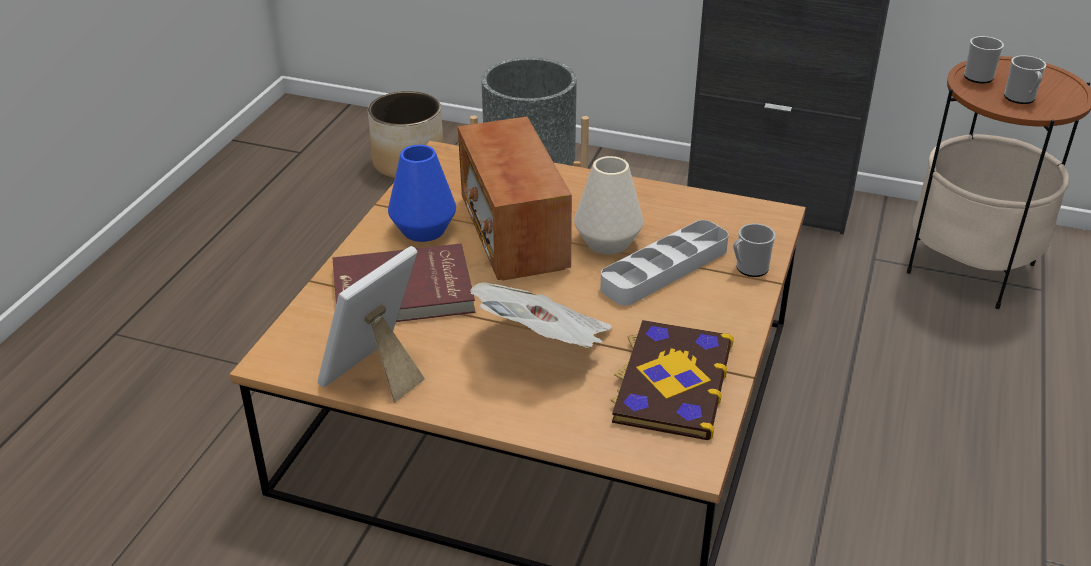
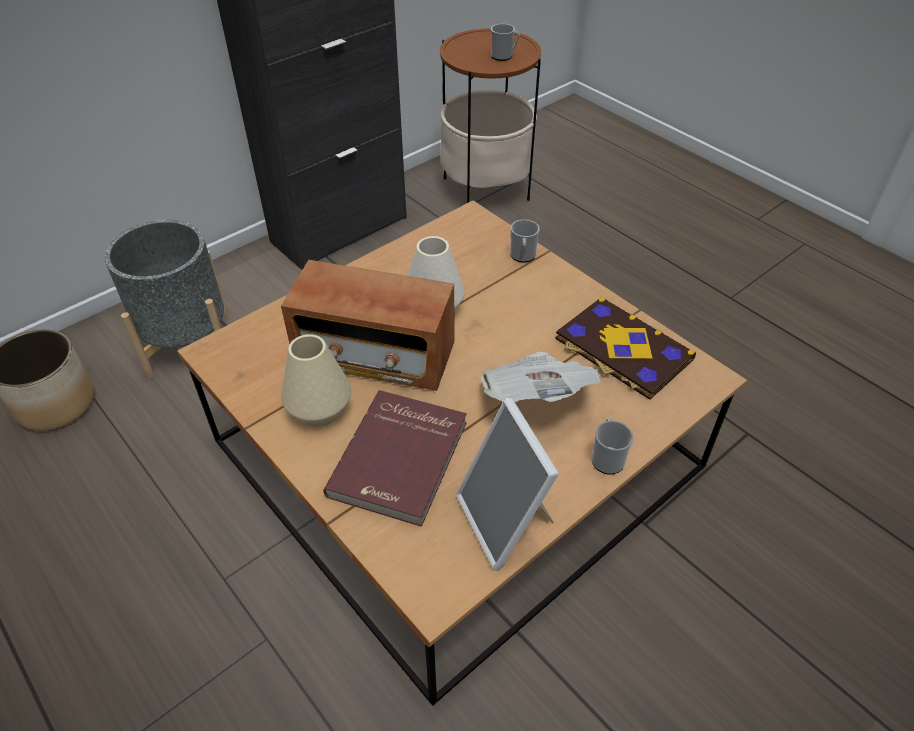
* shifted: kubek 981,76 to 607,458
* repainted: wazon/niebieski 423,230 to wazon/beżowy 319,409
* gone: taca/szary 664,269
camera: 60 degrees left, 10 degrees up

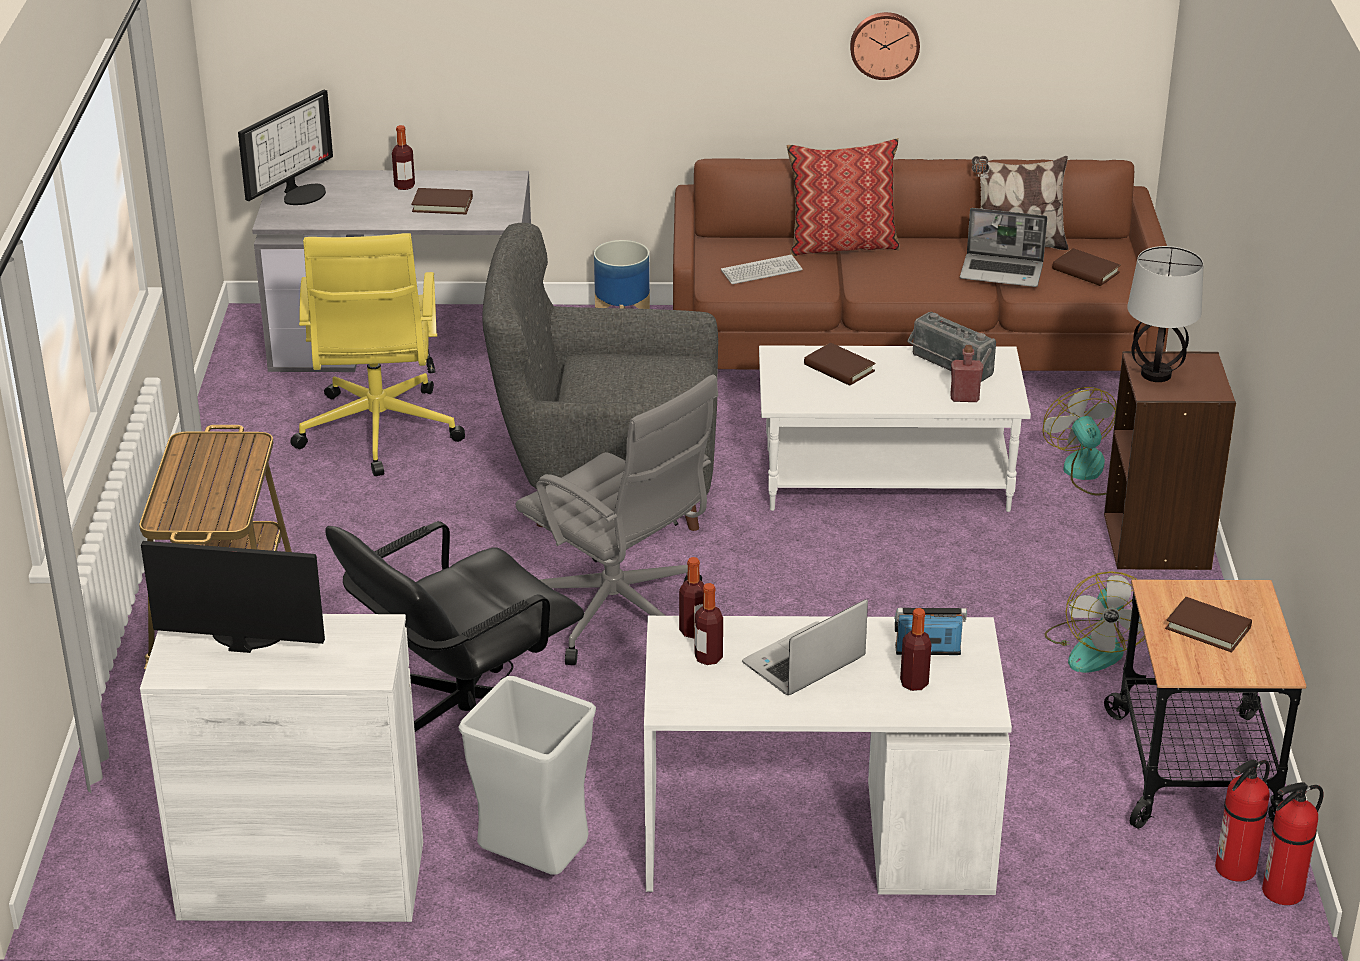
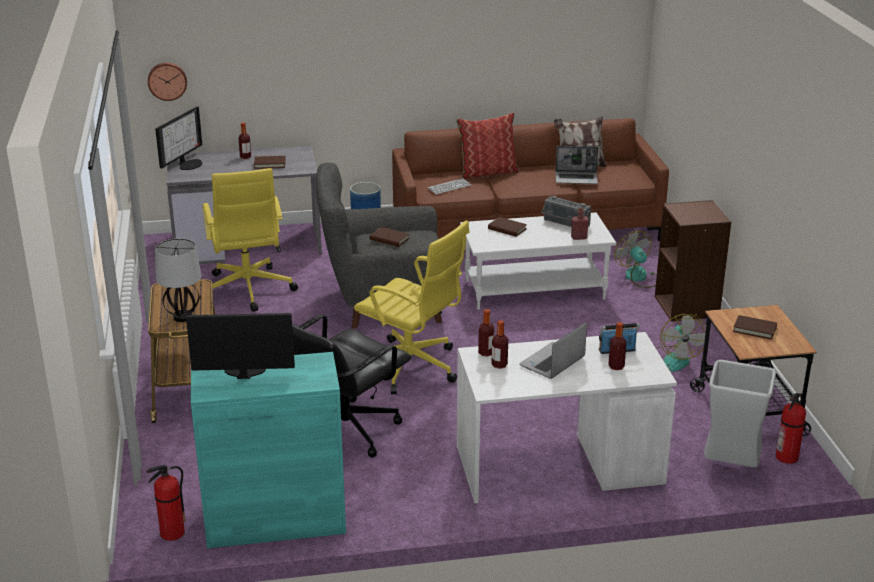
* shifted: zegar ścienny 884,44 to 167,81
* shifted: lampa stołowa 1157,374 to 183,317
* shifted: książka/brązowy 1085,271 to 389,239
* repainted: krzesło biurowe/szary 618,615 to krzesło biurowe/żółty 412,367
* repainted: szafka/biały 302,880 to szafka/turkusowy 275,519
* shifted: kosz na śmieci/szary 535,866 to 731,467
* shifted: gaśnica 1282,892 to 171,533
camera: 10 degrees left, 5 degrees down

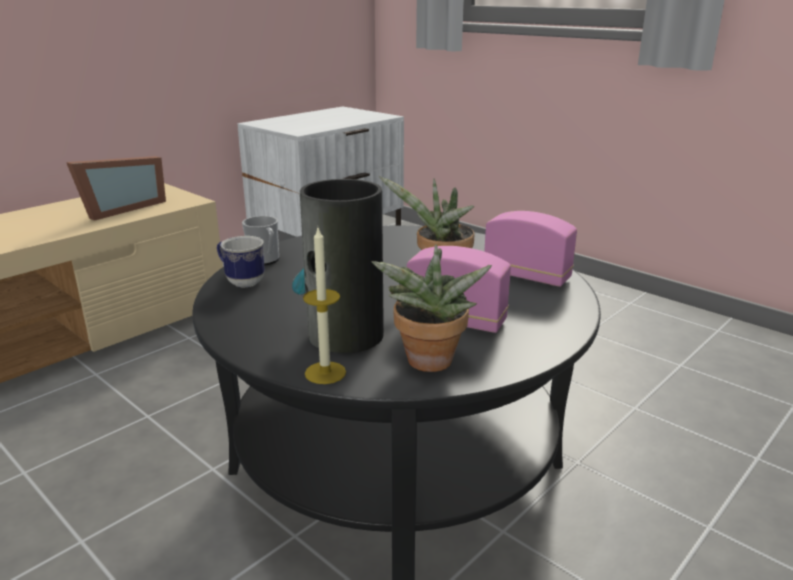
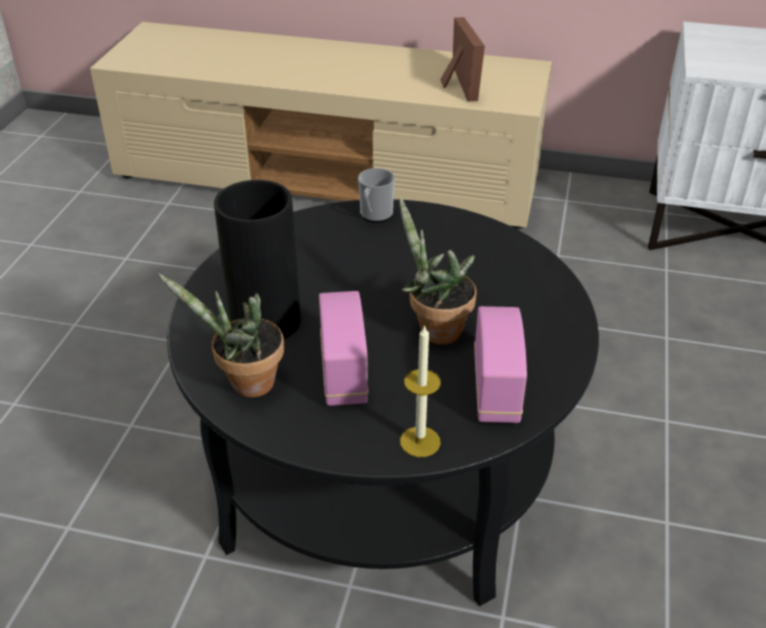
* rotated: ramka na zdjęcie 120,209 = 456,84 105 degrees counterclockwise
* shifted: świeca 325,373 to 420,441
* gone: kubek 241,281
camera: 60 degrees right, 15 degrees up

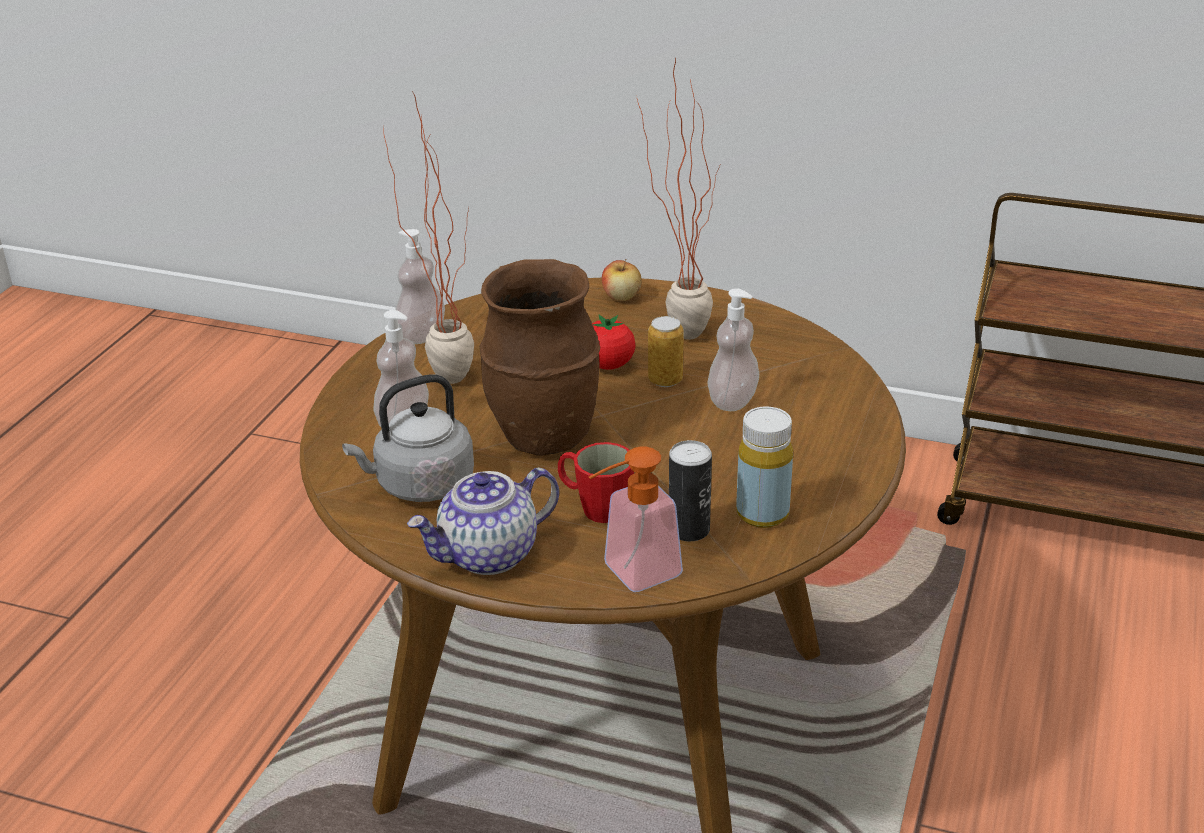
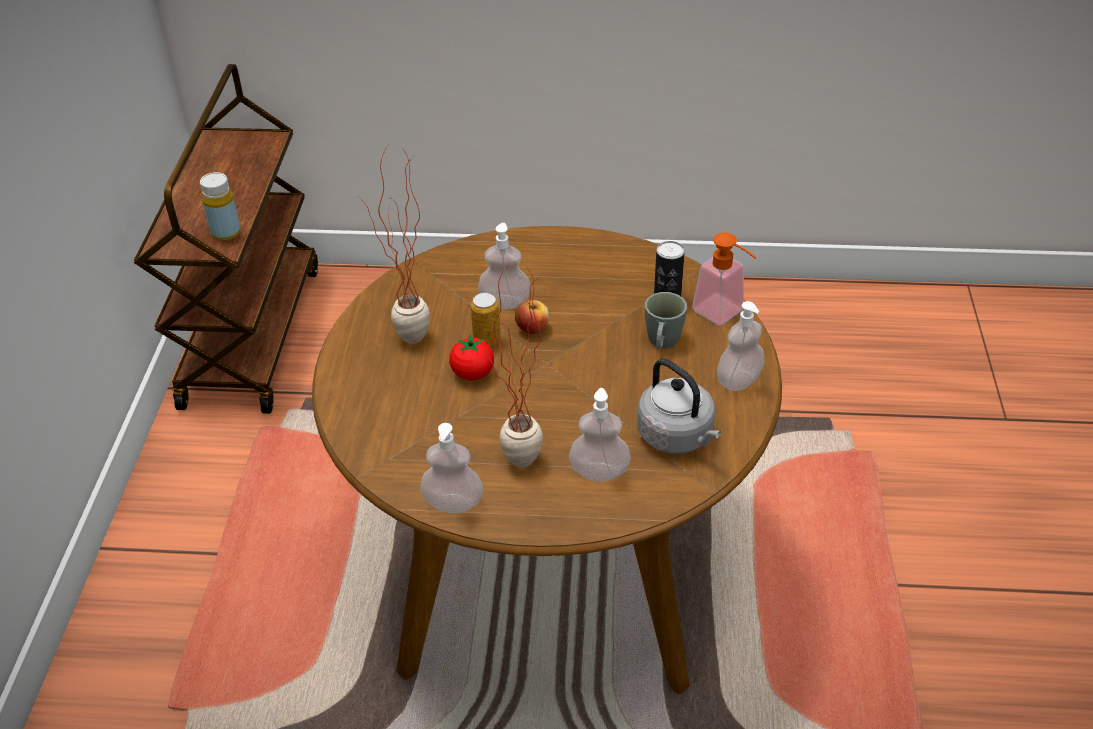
* gone: wazon/brązowy 544,437
* shifted: jabłko 621,297 to 532,328
* shifted: butelka/żółty 762,514 to 226,233
* repainted: kubek/czerwony 595,507 to kubek/szary 662,343
* swapped: imbryk 488,555 to dozownik mydła 738,380
camera: 105 degrees left, 10 degrees up

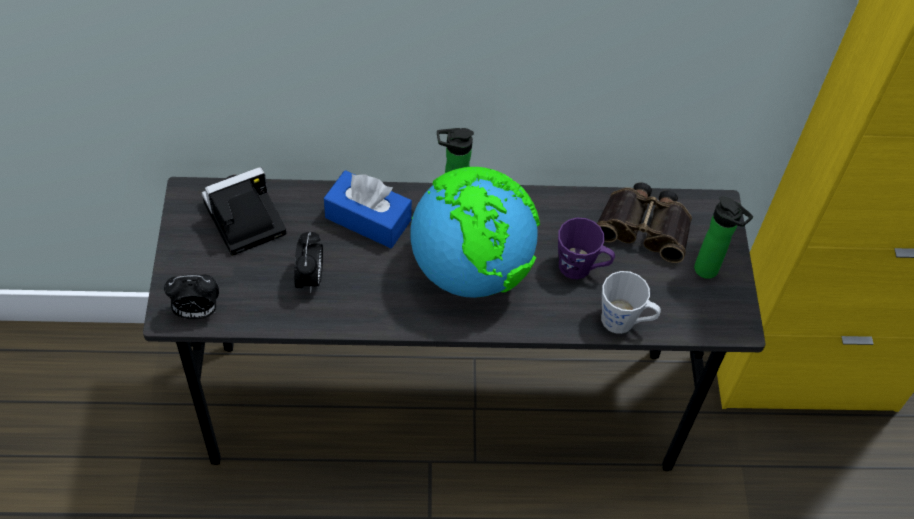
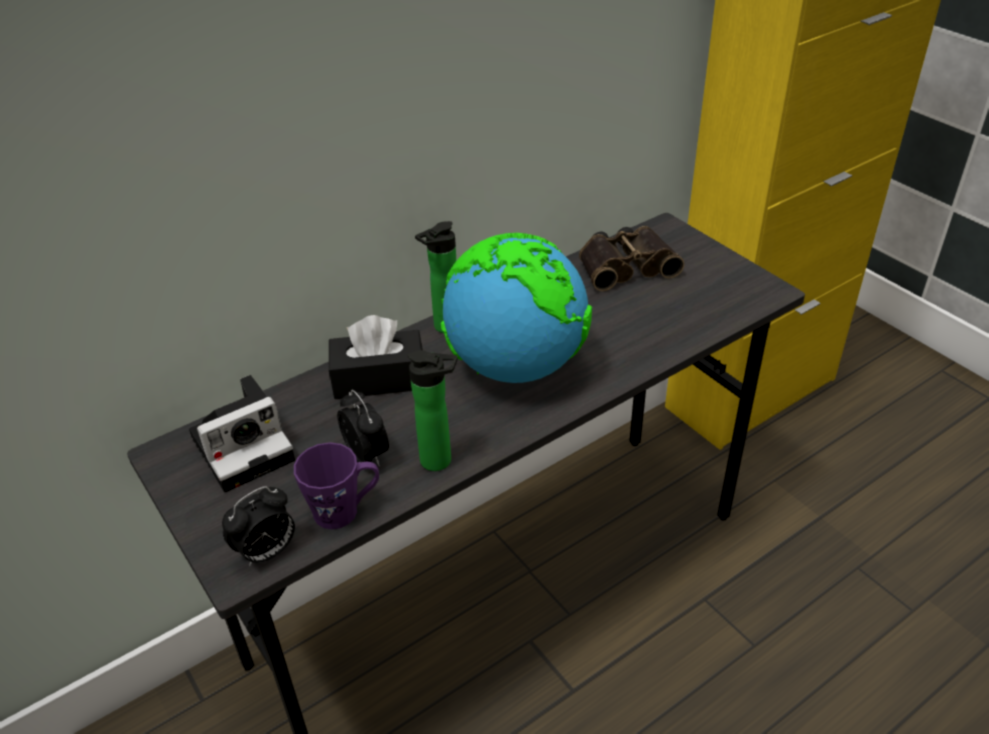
* rotated: aparat fotograficzny 242,220 = 246,445 150 degrees counterclockwise
* repainted: pudełko chusteczek/niebieski 368,219 to pudełko chusteczek/czarny 379,379
* shifted: butelka 709,271 to 441,461
* shifted: kubek/fioletowy 581,268 to 344,510
* gone: kubek/szary 624,322
camera: 30 degrees left, 15 degrees down

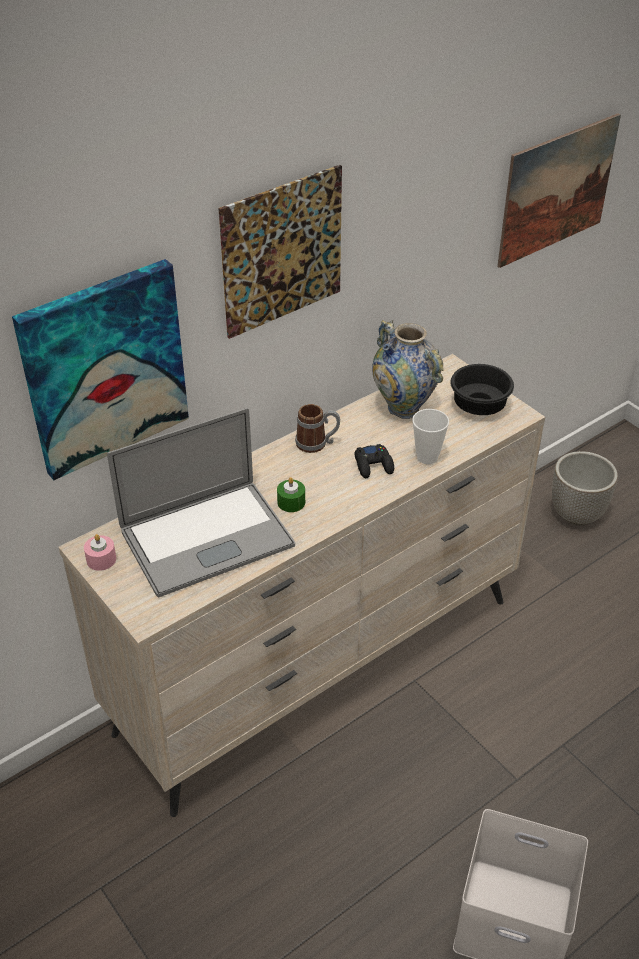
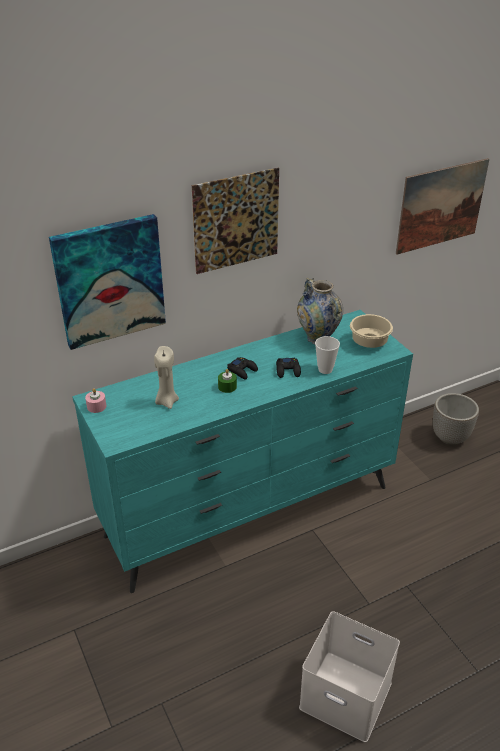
* repainted: komoda/beżowy 320,665 to komoda/turkusowy 251,511
* repainted: miska/czarny 477,405 to miska/beżowy 368,342
* gone: kubek 317,443
* swapped: laptop 207,538 to świeca/beżowy 166,401
* new: pad do gier/czarny 242,371
camera: 10 degrees right, 5 degrees down

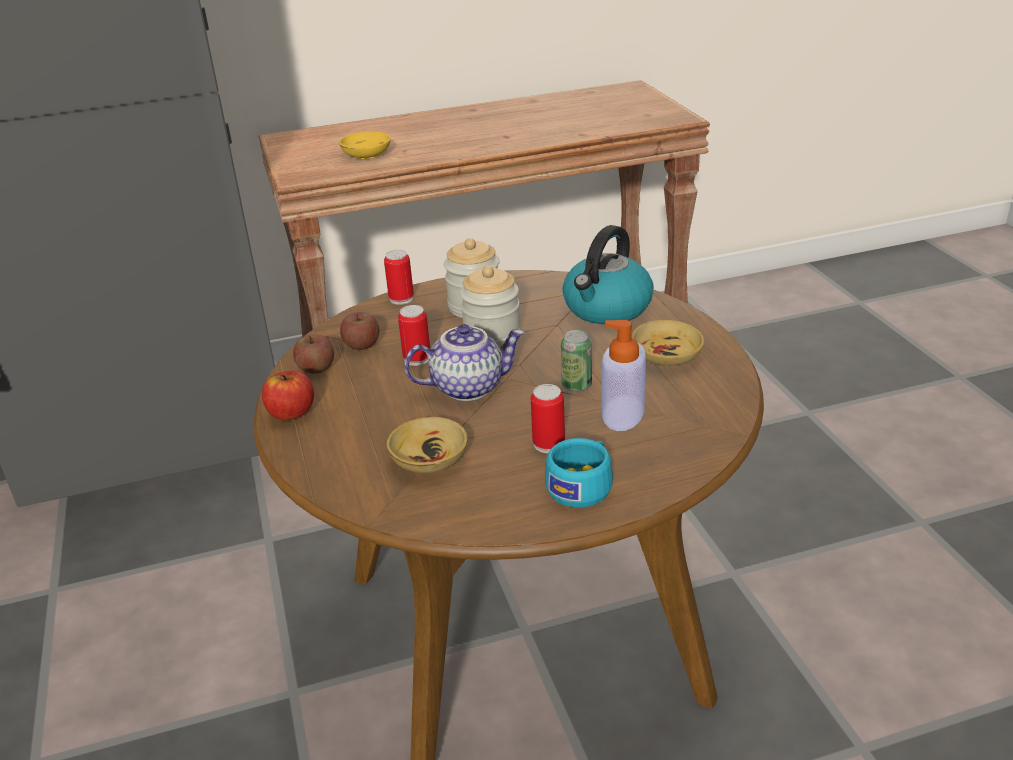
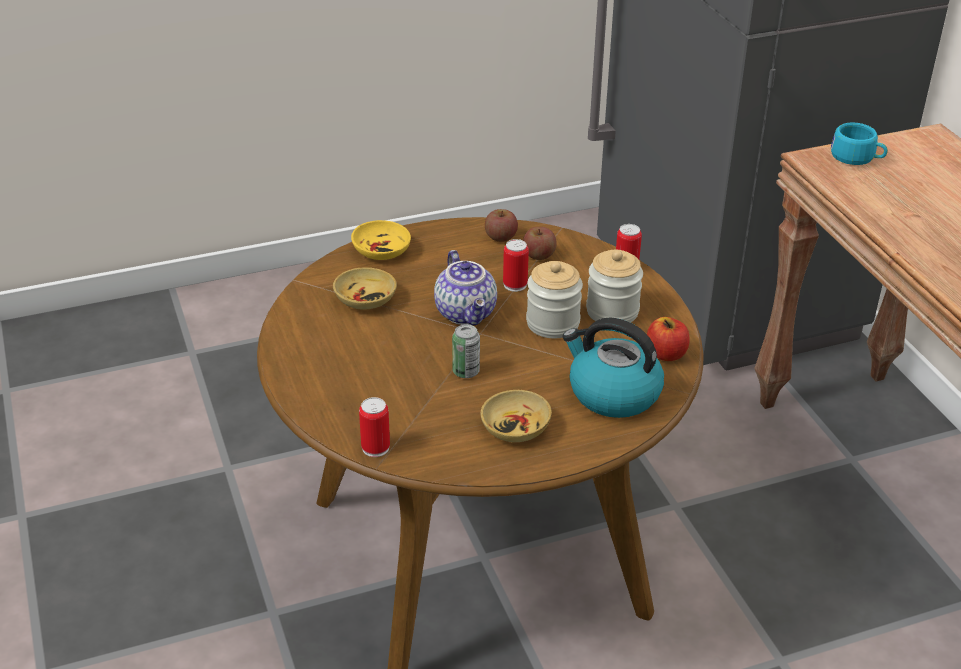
* shifted: miska/żółty 366,154 to 382,251
* gone: dozownik mydła 623,413
* shifted: jabłko 291,413 to 666,354
* shifted: puszka 548,444 to 375,448
* shifted: filiżanka/turkusowy 583,485 to 857,158
camera: 85 degrees right, 5 degrees up

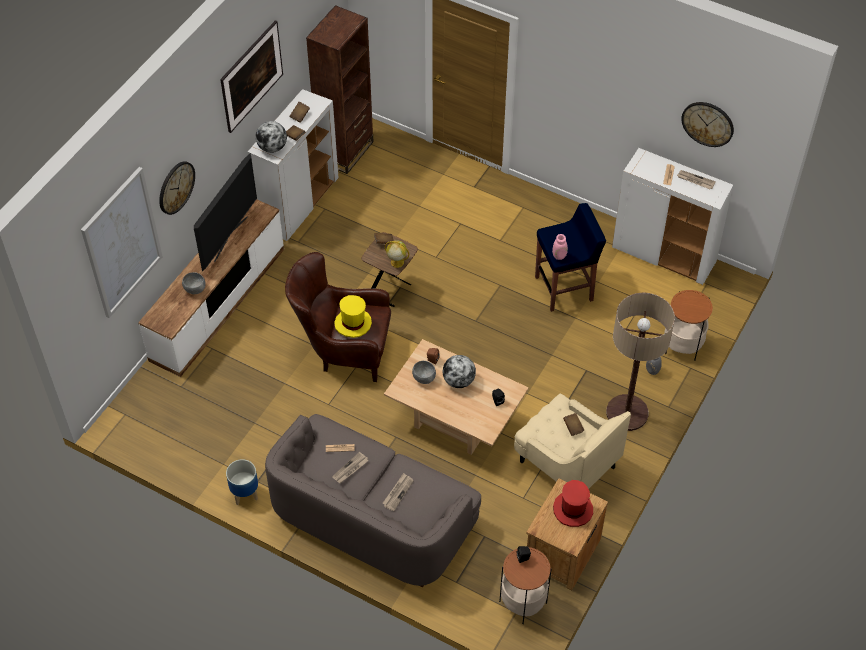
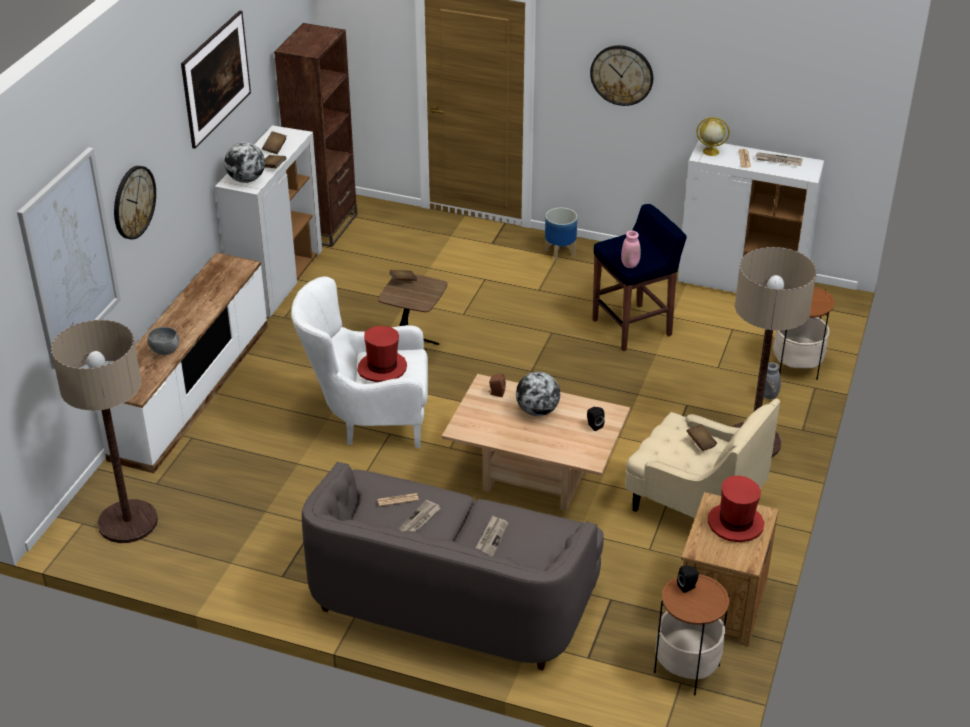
* shifted: zegar ścienny 708,123 to 622,75
* gone: telewizor 230,238
* shifted: globus 396,262 to 710,151
* repainted: fotel/brązowy 343,351 to fotel/biały 368,420
* repainted: kapelusz/żółty 353,324 to kapelusz/czerwony 382,368
* gone: miska/szary 424,378
* shifted: donica 244,493 to 559,253
* new: lampa stojąca 128,522
camera: 10 degrees left, 15 degrees down

